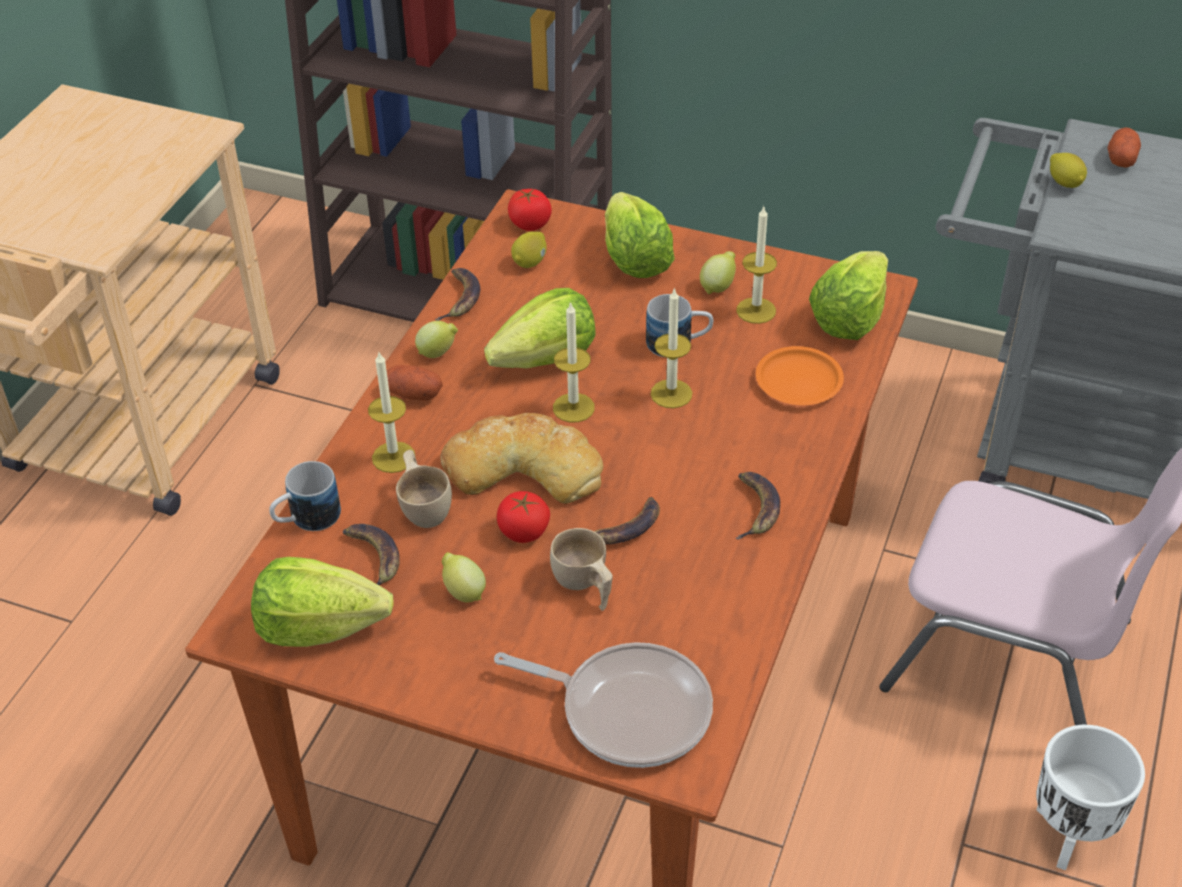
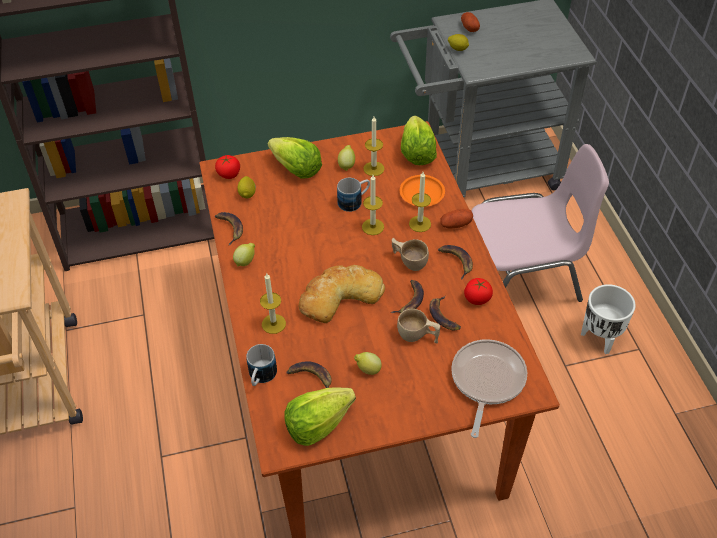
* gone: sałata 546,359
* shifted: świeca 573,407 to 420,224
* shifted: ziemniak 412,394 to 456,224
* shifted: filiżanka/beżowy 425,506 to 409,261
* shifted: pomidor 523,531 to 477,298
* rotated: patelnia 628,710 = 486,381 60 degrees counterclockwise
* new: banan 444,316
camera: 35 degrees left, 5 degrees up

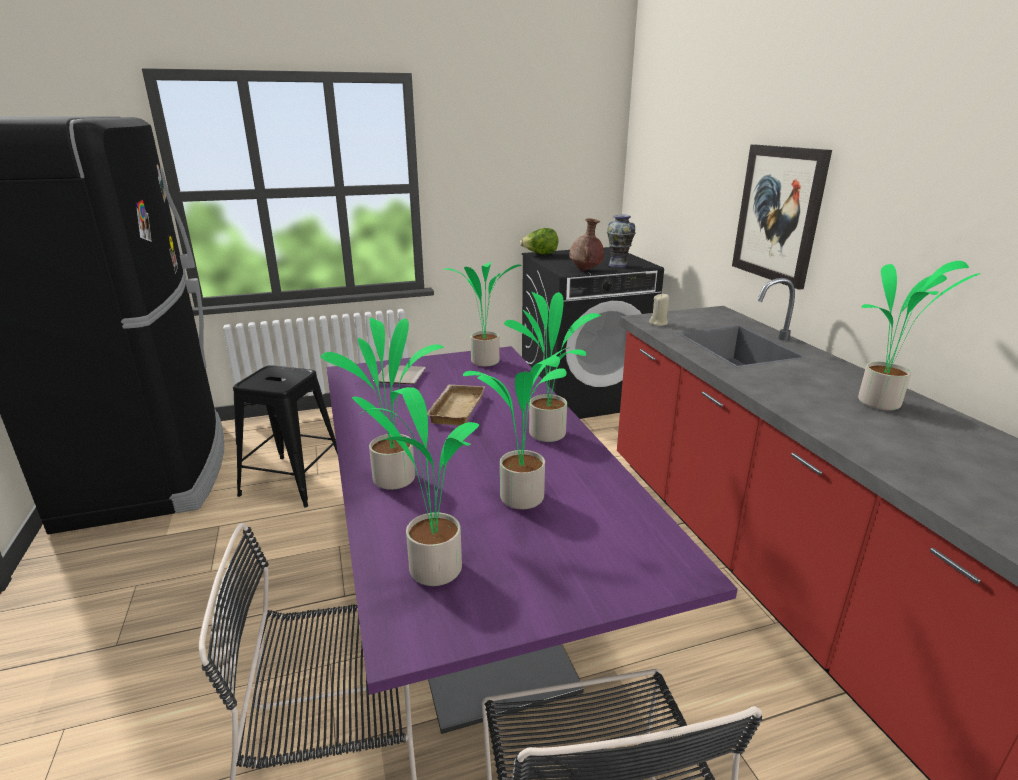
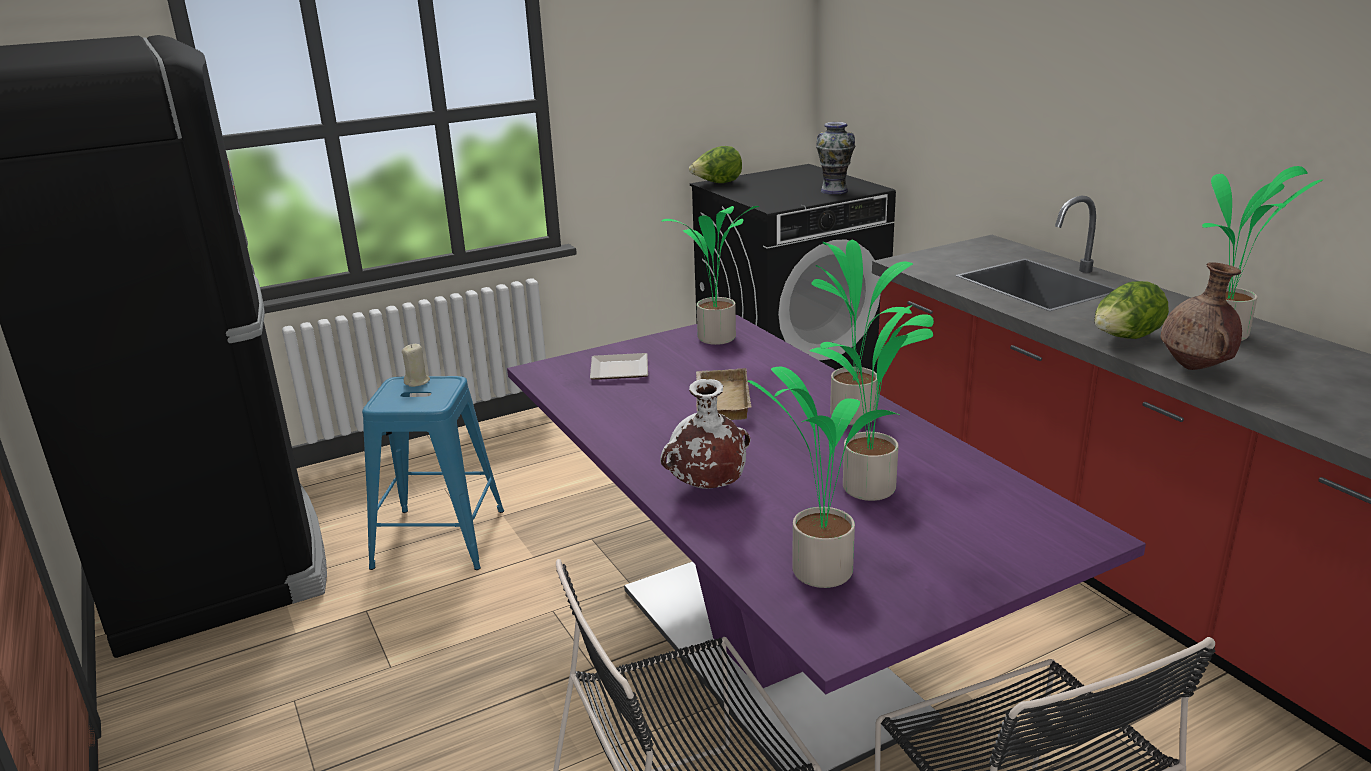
* gone: obraz 778,214
* shifted: wazon/brązowy 585,270 to 1195,368
* shifted: świeca/beżowy 658,323 to 417,382
* swapped: roślina doniczkowa 396,477 to wazon/biały 706,487
* repainted: stołek/czarny 293,480 to stołek/niebieski 440,538
* new: sałata 1125,339
camera: 10 degrees left, 0 degrees up

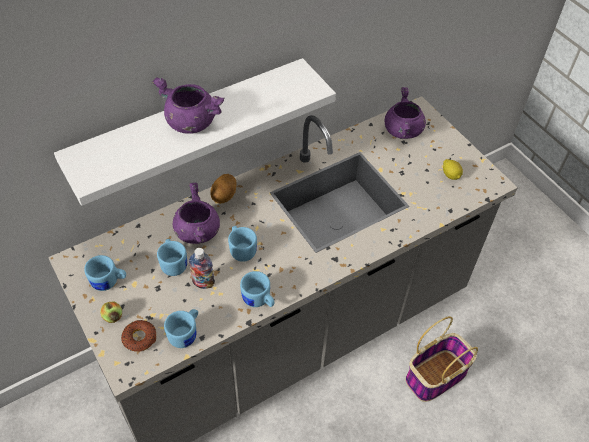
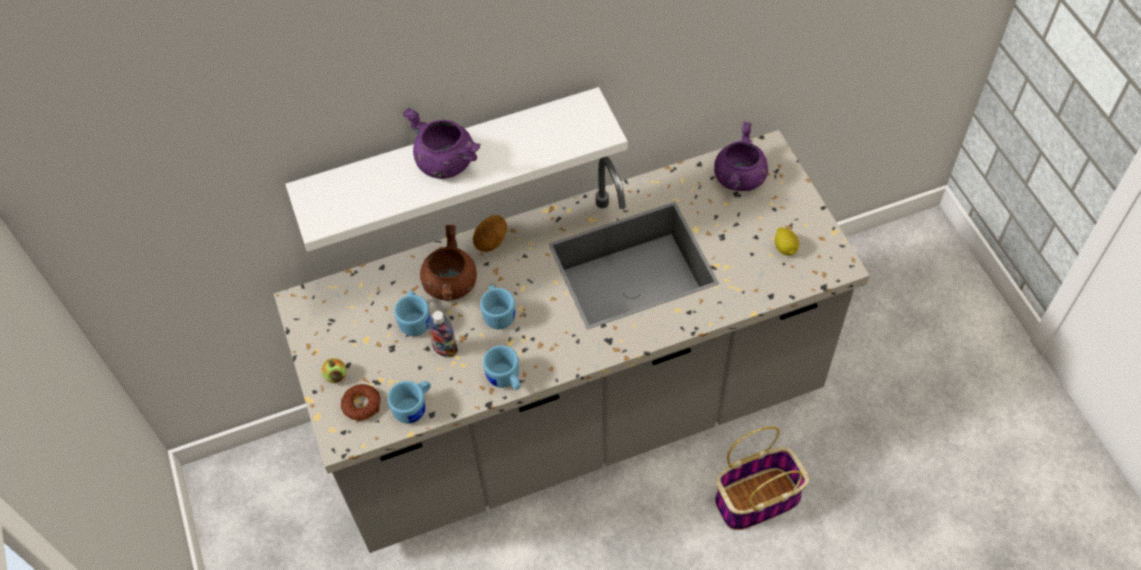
* repainted: garnek/fioletowy 197,231 to garnek/brązowy 450,283
* gone: kubek/niebieski 109,282
camera: 15 degrees right, 5 degrees up

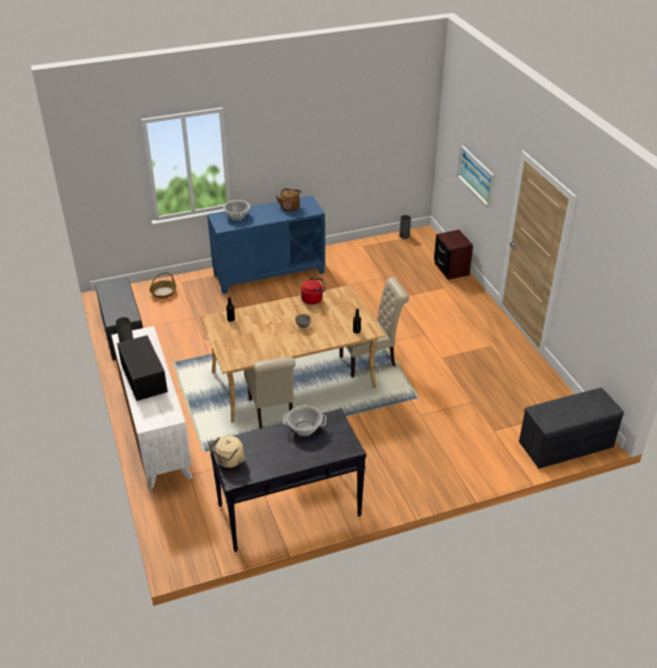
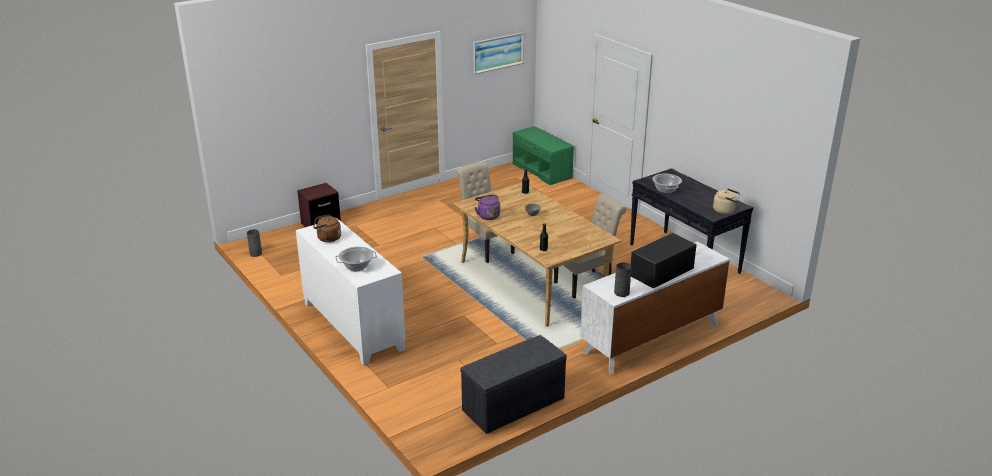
* shifted: obraz 476,175 to 498,52
* repainted: szafka/niebieski 269,273 to szafka/biały 352,326
* gone: koszyk 163,292
* repainted: czajnik/czerwony 313,299 to czajnik/fioletowy 488,216
* repainted: ławka/szary 565,445 to ławka/zielony 542,171
camera: 105 degrees left, 10 degrees down

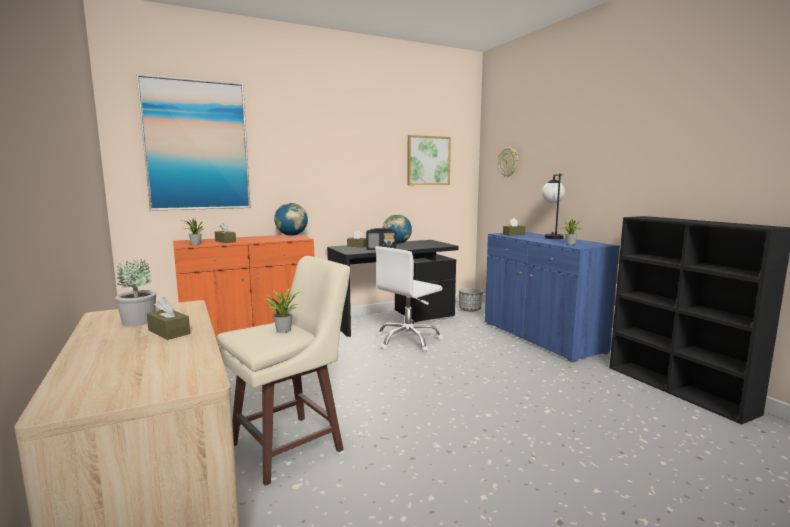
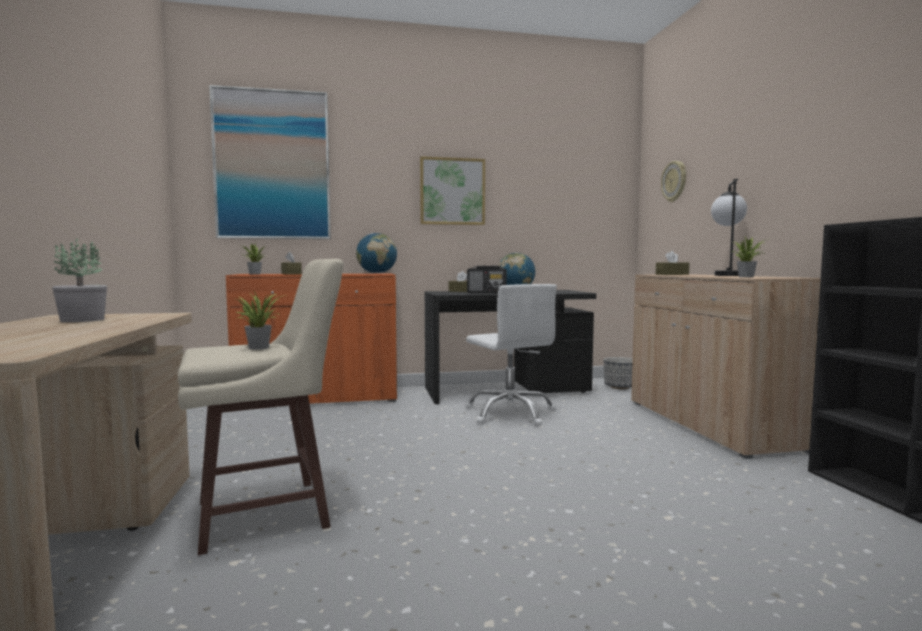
* shifted: obraz 428,160 to 452,191
* repainted: szafka/niebieski 540,337 to szafka/beżowy 709,424
* rotated: krzesło biurowe/biały 408,340 = 510,413 90 degrees counterclockwise
* gone: pudełko chusteczek/brązowy 169,332
camera: 15 degrees right, 5 degrees down

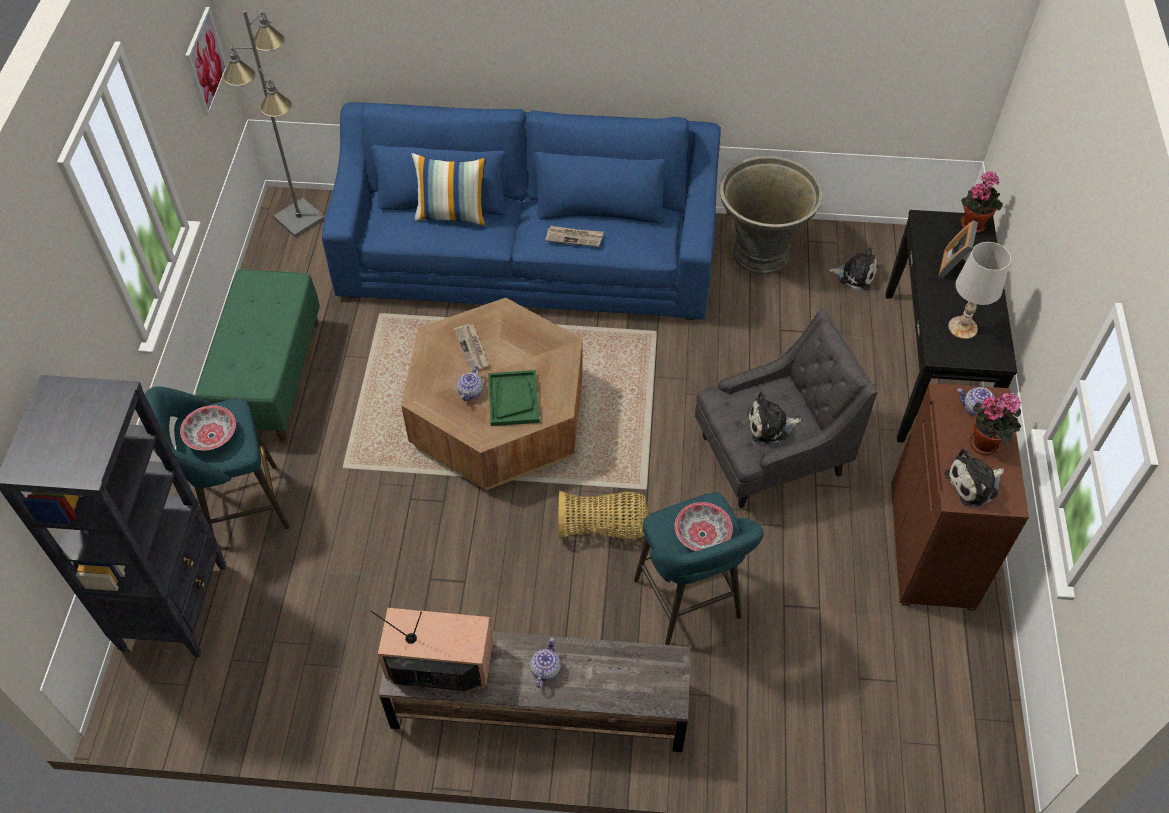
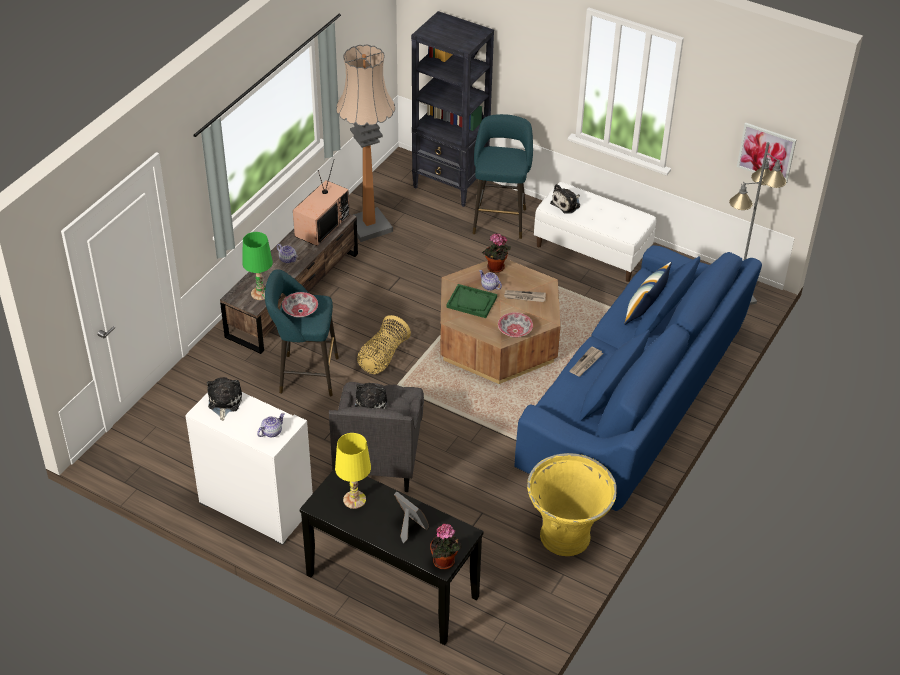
* repainted: donica/szary 760,253 to donica/żółty 566,537
* repainted: lampa stołowa/biały 962,327 to lampa stołowa/żółty 354,500
* shifted: pluszak 855,275 to 567,204
* repainted: ławka/zielony 270,377 to ławka/biały 592,251
* repainted: szafka/brązowy 933,546 to szafka/biały 255,506
* shifted: roślina doniczkowa 986,443 to 495,268
* shifted: miska 211,435 to 515,331
* new: lampa stojąca 369,226
* new: lampa stołowa/zielony 260,293
camera: 115 degrees right, 10 degrees down

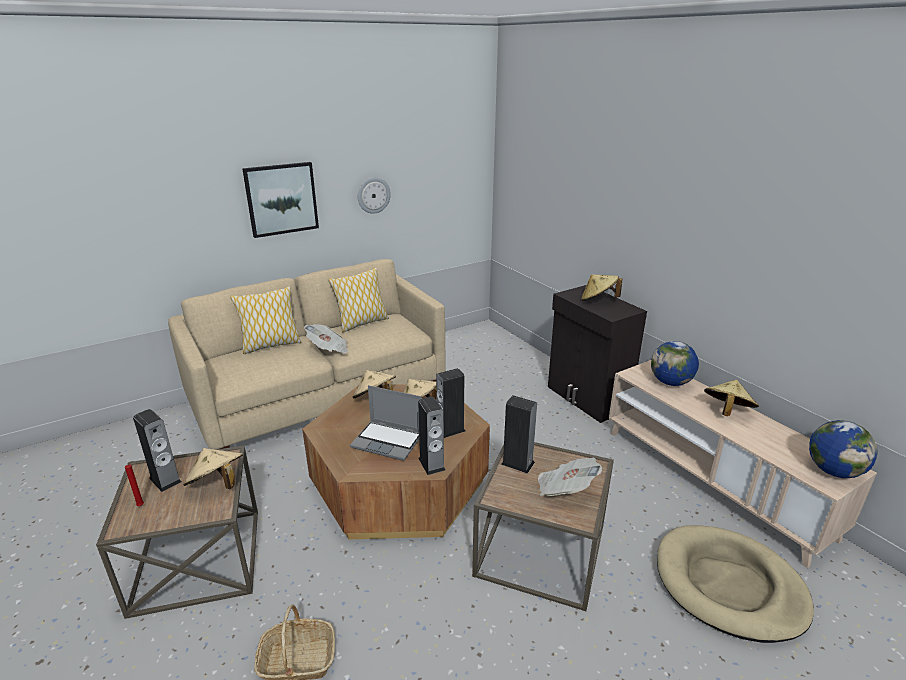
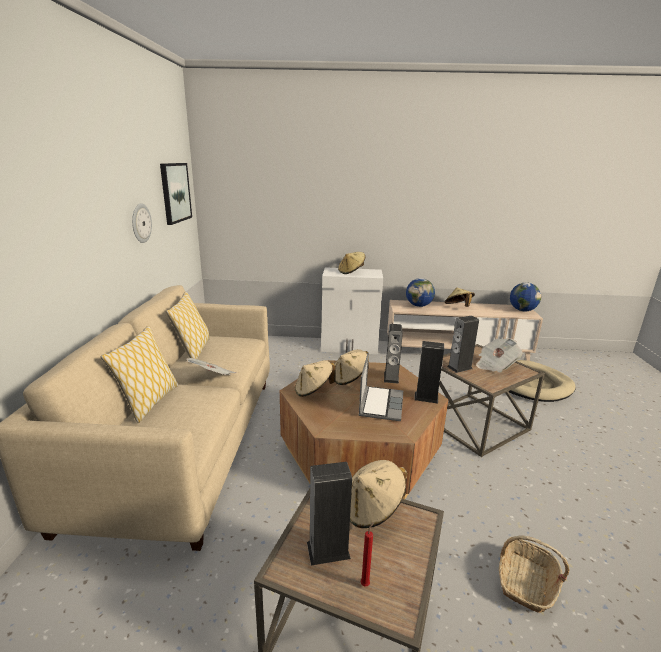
* shifted: obraz 281,199 to 175,192
* repainted: szafka/czarny 587,398 to szafka/biały 349,347
* rotated: laptop 388,441 = 380,404 45 degrees counterclockwise
camera: 55 degrees left, 5 degrees down

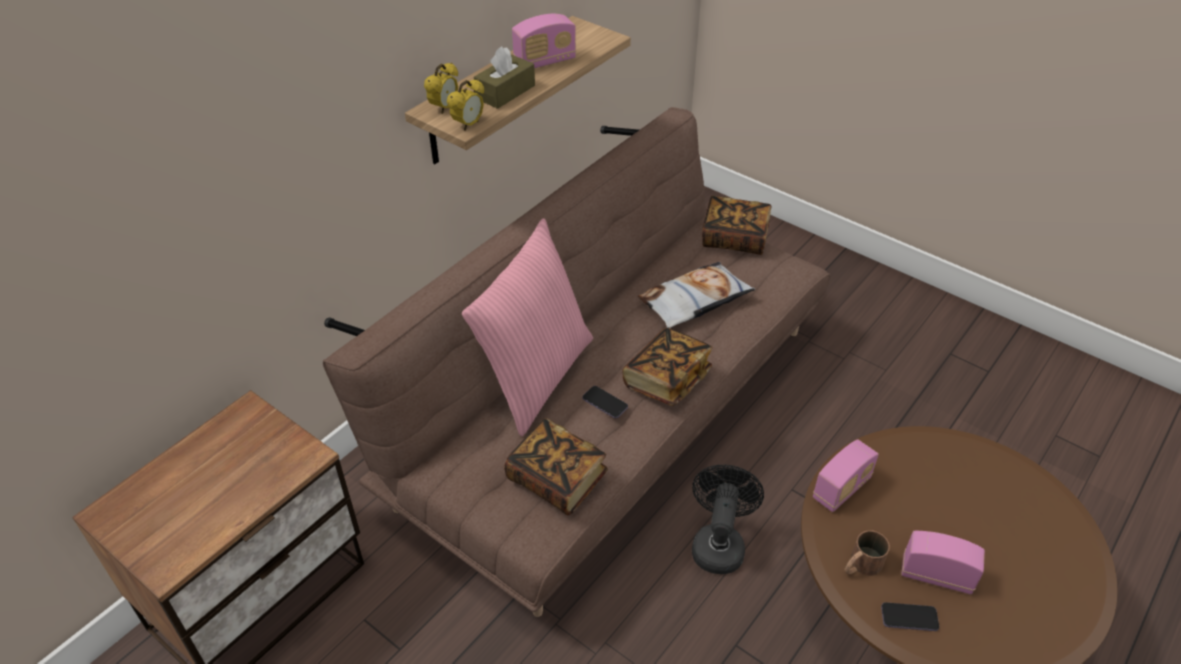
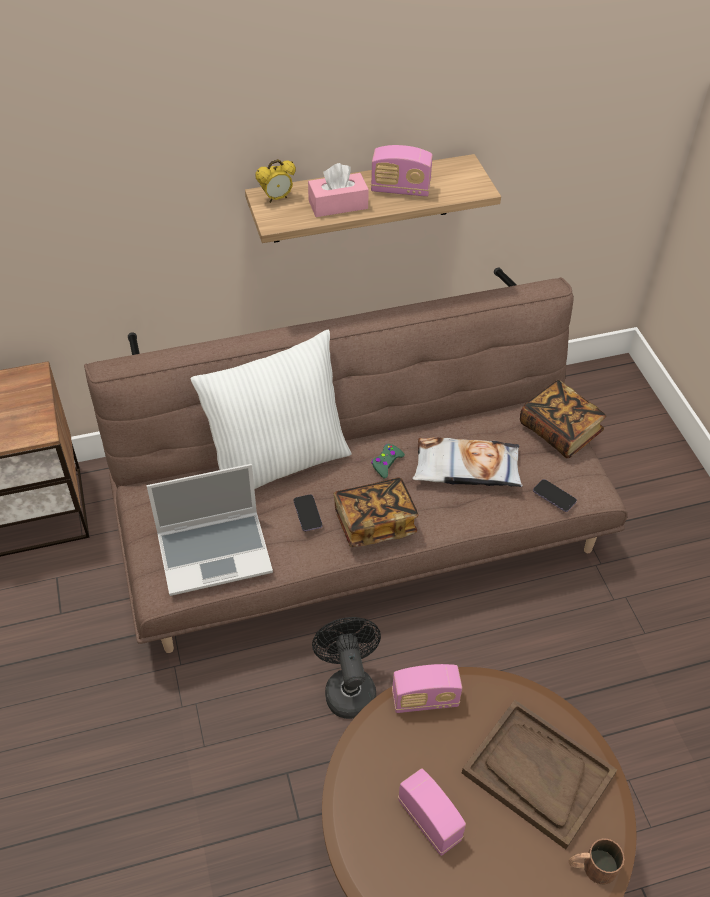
* repainted: pudełko chusteczek/brązowy 505,92 to pudełko chusteczek/różowy 338,204
* gone: budzik 468,125
* repainted: poduszka/różowy 535,376 to poduszka/biały 277,462
* swapped: książka 557,479 to laptop 215,552
* rotated: wentylator/czarny 718,544 = 348,687 60 degrees counterclockwise
* shifted: kubek/brązowy 860,565 to 591,866
* shifted: telefon 909,618 to 554,496
* new: pad do gier/zielony 386,463
* new: taca/brązowy 537,773
camera: 35 degrees right, 5 degrees up

